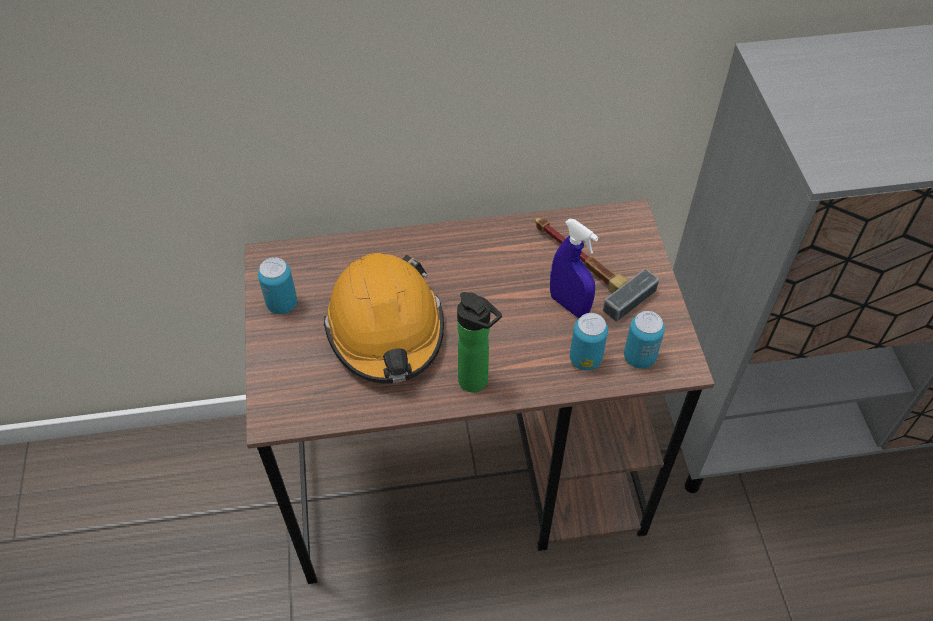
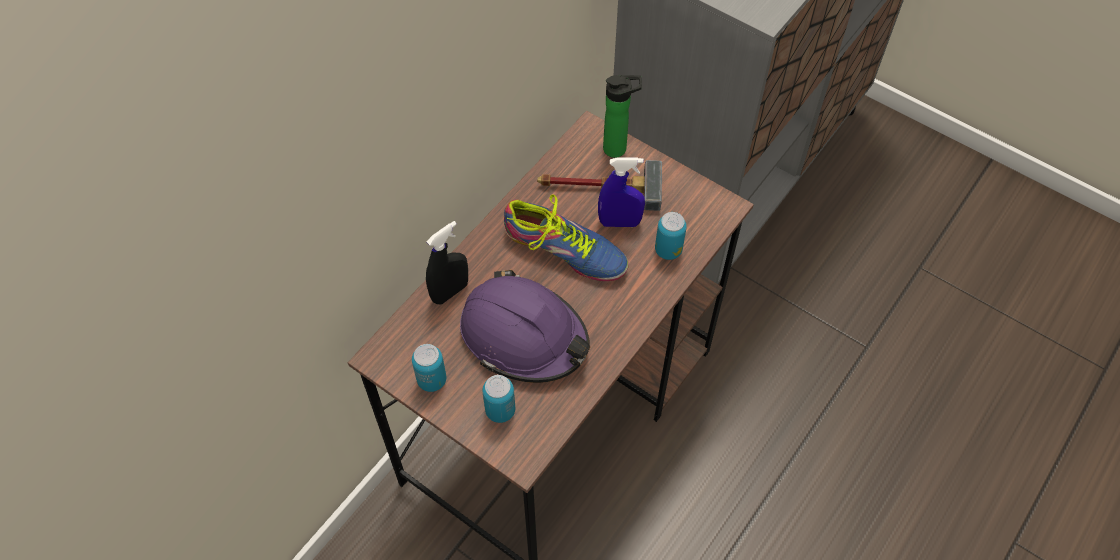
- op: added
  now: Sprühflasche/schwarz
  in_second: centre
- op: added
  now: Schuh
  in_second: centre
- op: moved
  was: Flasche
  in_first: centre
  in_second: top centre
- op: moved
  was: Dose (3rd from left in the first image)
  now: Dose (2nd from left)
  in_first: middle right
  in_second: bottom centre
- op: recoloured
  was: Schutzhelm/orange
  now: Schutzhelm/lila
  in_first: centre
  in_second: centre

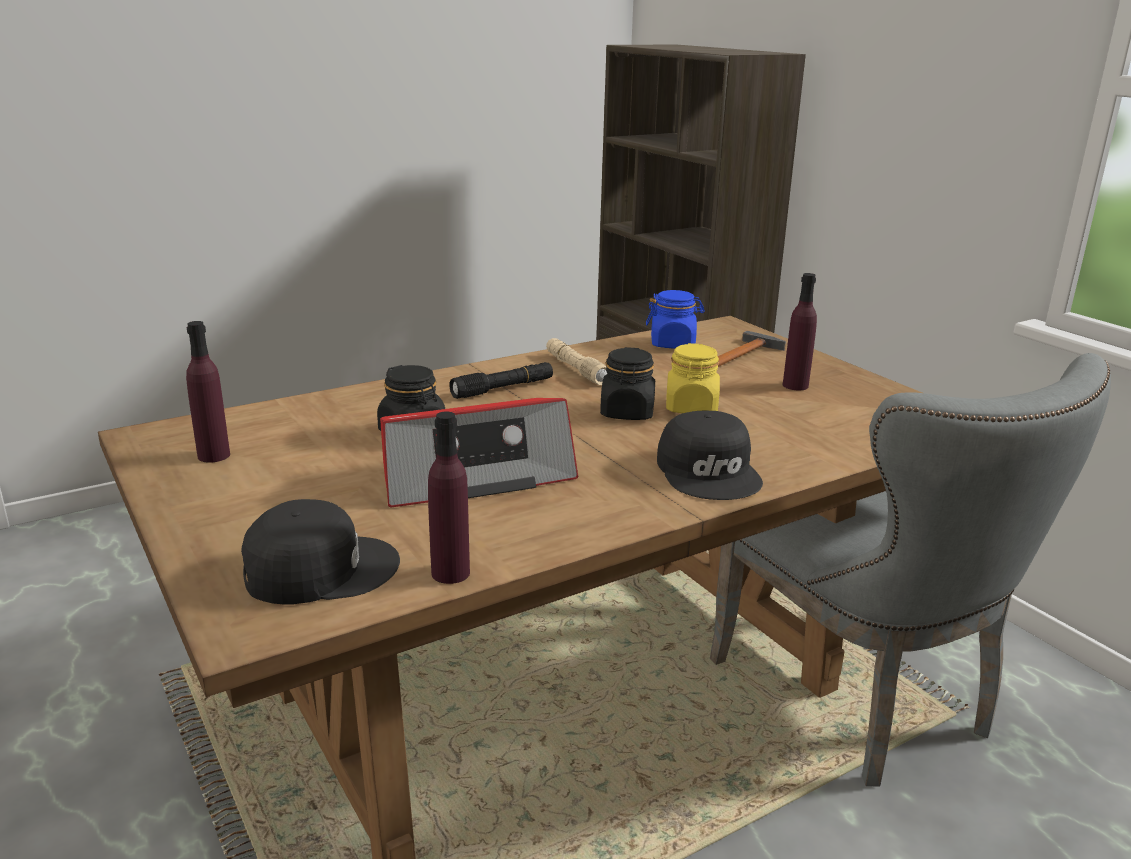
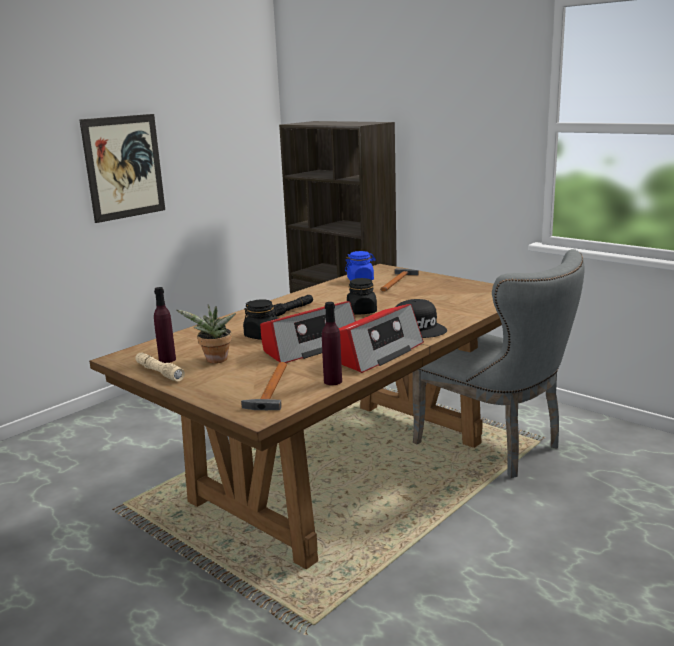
- op: removed
  was: Vorratsglas/gelb
  in_first: centre
- op: removed
  was: Flasche/lila (3rd from left)
  in_first: middle right
- op: added
  now: Bild
  in_second: top left
- op: added
  now: Topfpflanze
  in_second: middle left
- op: added
  now: Radio (2nd from left)
  in_second: centre
- op: moved
  was: Taschenlampe/beige
  in_first: centre
  in_second: middle left
- op: replaced
  was: Kappe/schwarz (1st from left)
  now: Hammer (1st from left)
  in_first: middle left
  in_second: centre

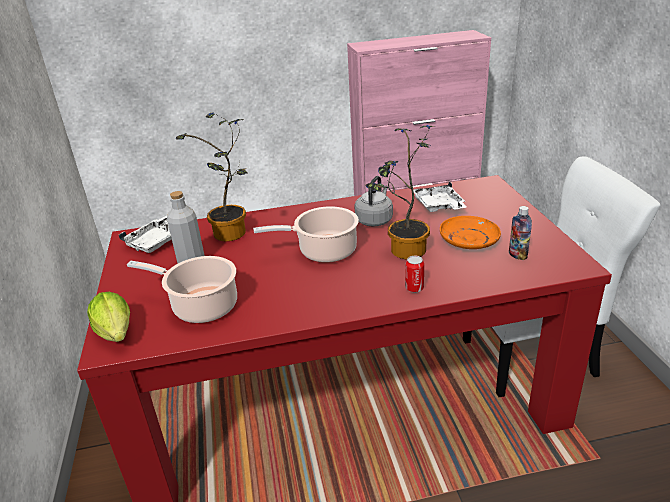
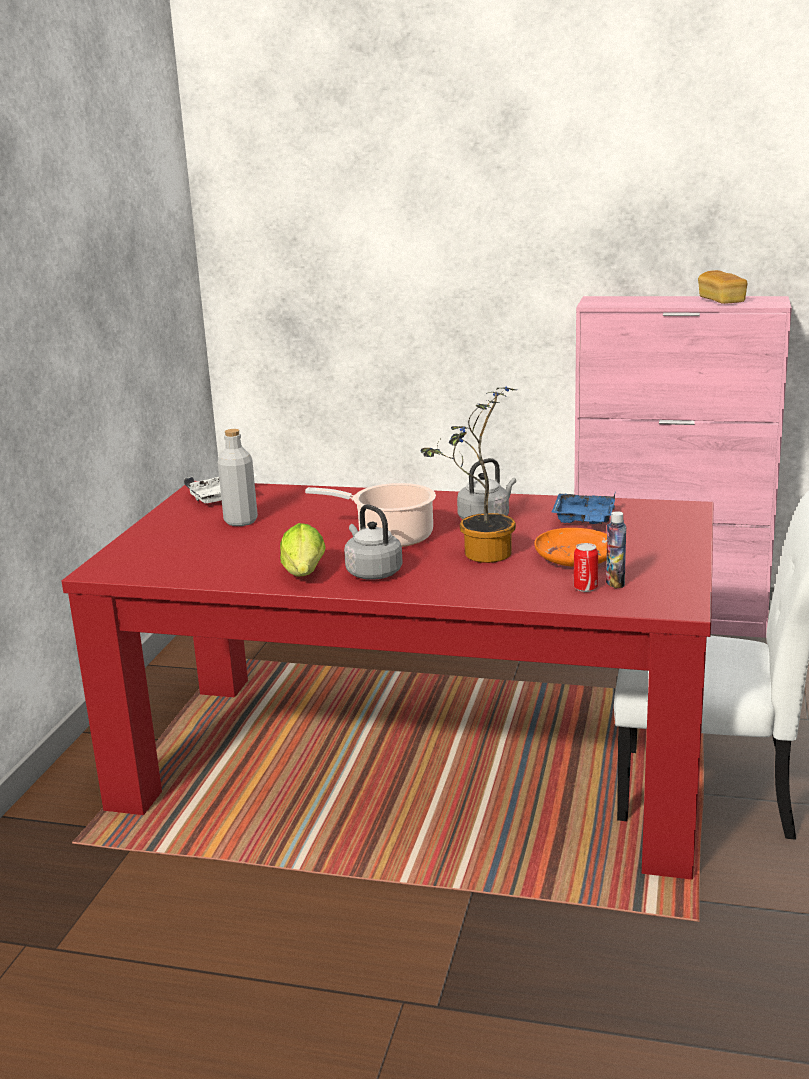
- op: removed
  was: Kochtopf (1st from left)
  in_first: middle left
- op: removed
  was: Topfpflanze (1st from left)
  in_first: middle left
- op: added
  now: Wasserkessel/grau (1st from left)
  in_second: centre
- op: added
  now: Brot
  in_second: top right
- op: moved
  was: Salatkopf
  in_first: middle left
  in_second: centre
- op: moved
  was: Dose
  in_first: centre
  in_second: middle right
- op: recoloured
  was: Tablett/weiß (2nd from left)
  now: Tablett/blau
  in_first: centre
  in_second: middle right

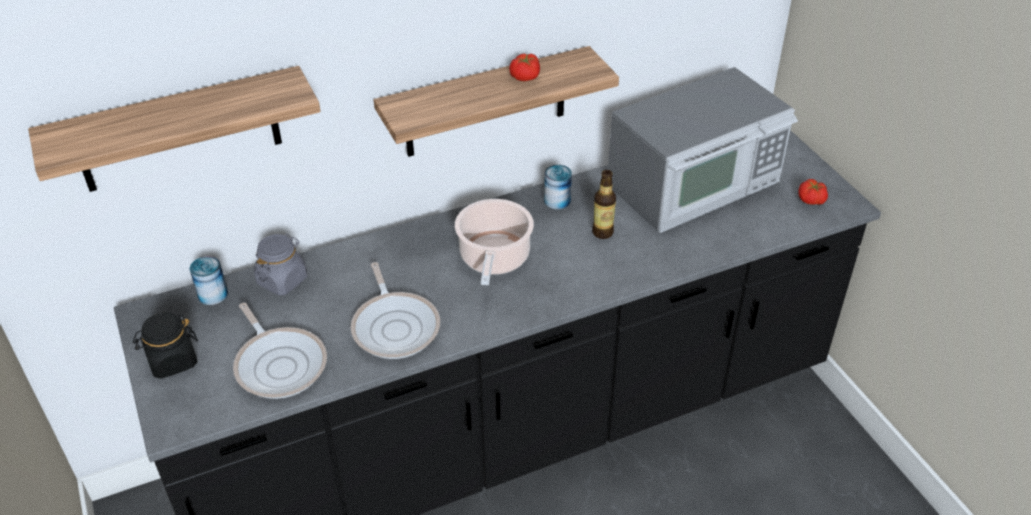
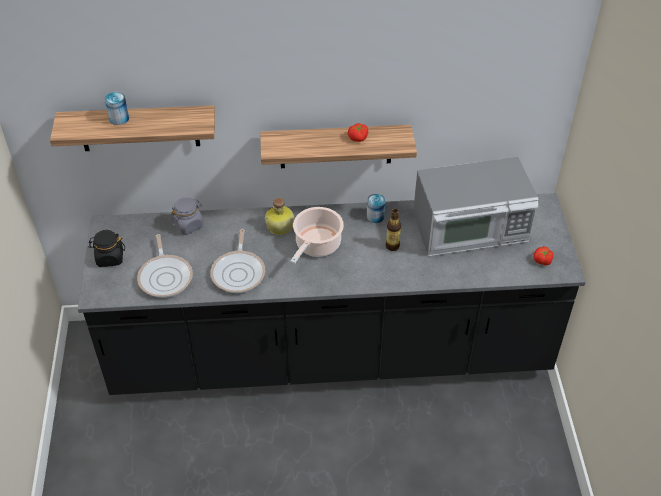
- op: added
  now: Flasche (1st from left)
  in_second: centre
- op: moved
  was: Dose (1st from left)
  in_first: middle left
  in_second: top left

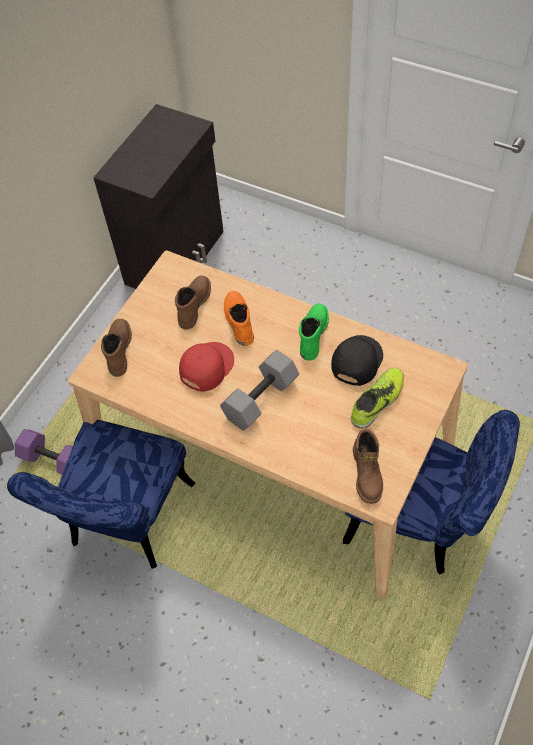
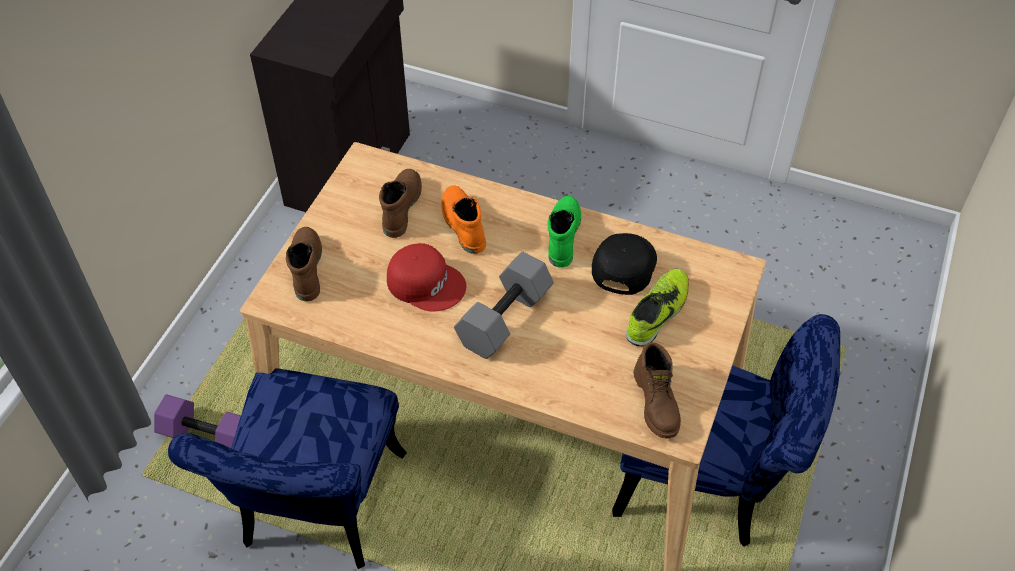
- op: turned
  was: Kappe/rot
  in_first: centre
  in_second: centre
  clockwise: 90

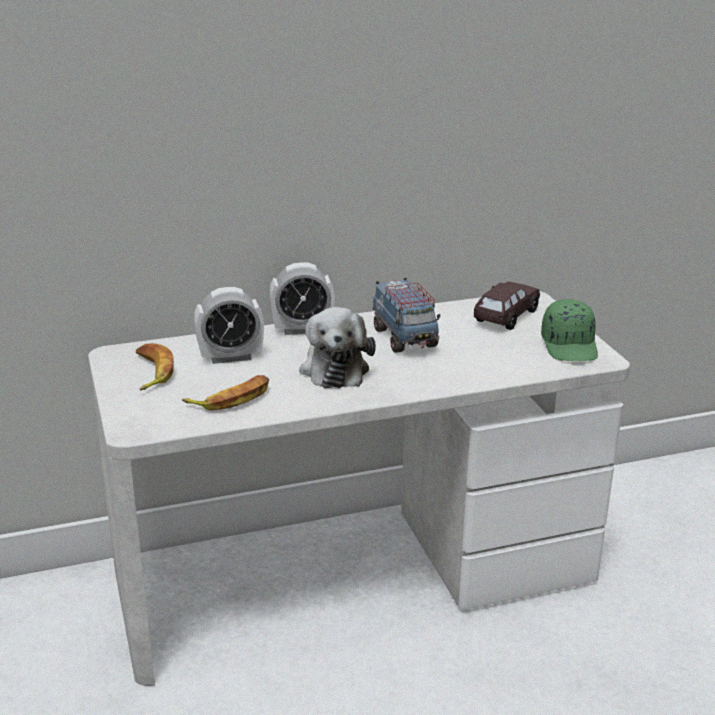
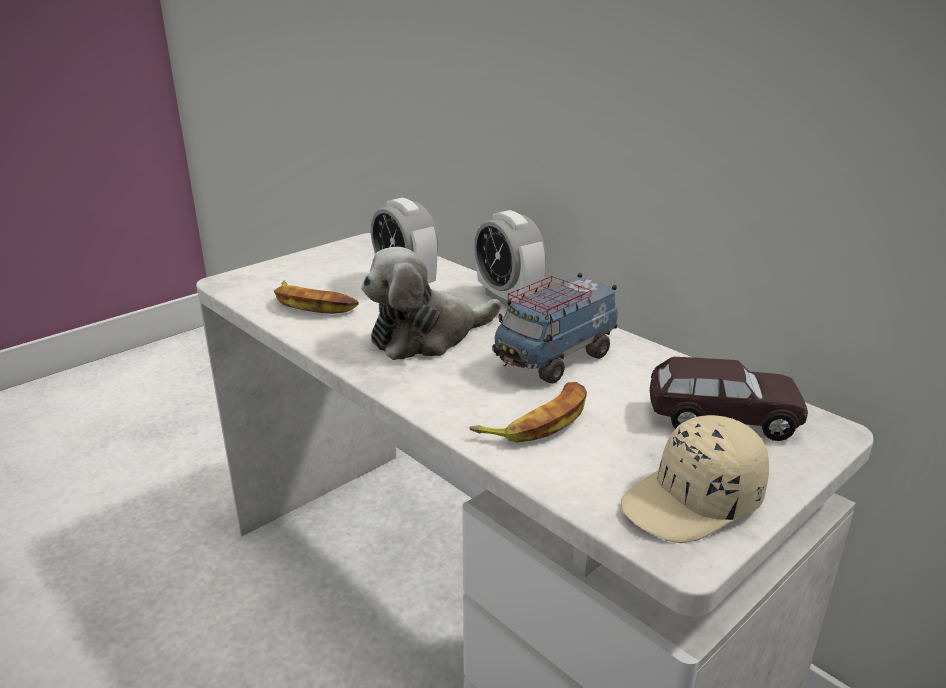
- op: moved
  was: Banane (1st from left in the first image)
  now: Banane (2nd from left)
  in_first: middle left
  in_second: centre
- op: recoloured
  was: Kappe/grün
  now: Kappe/beige
  in_first: middle right
  in_second: bottom right

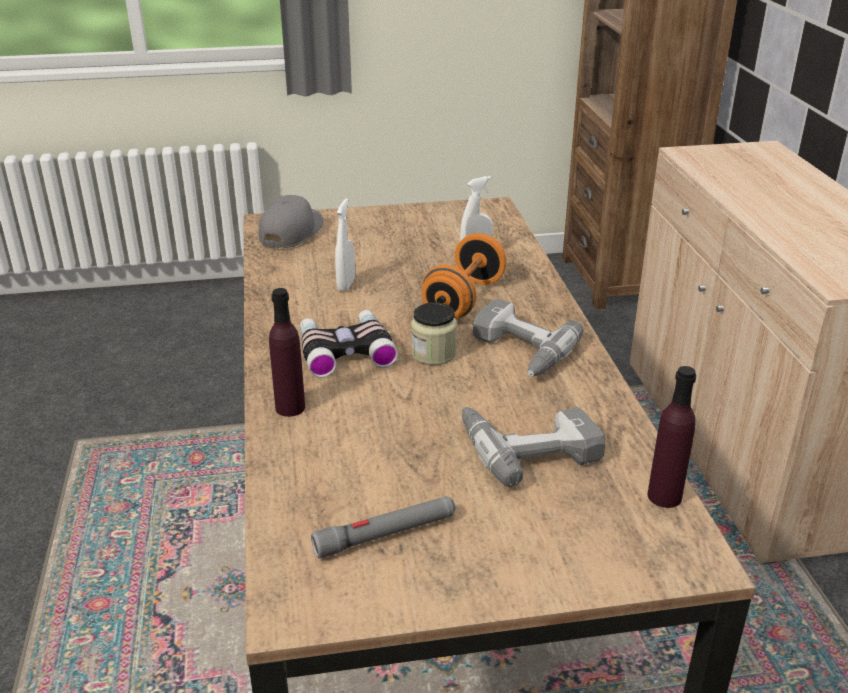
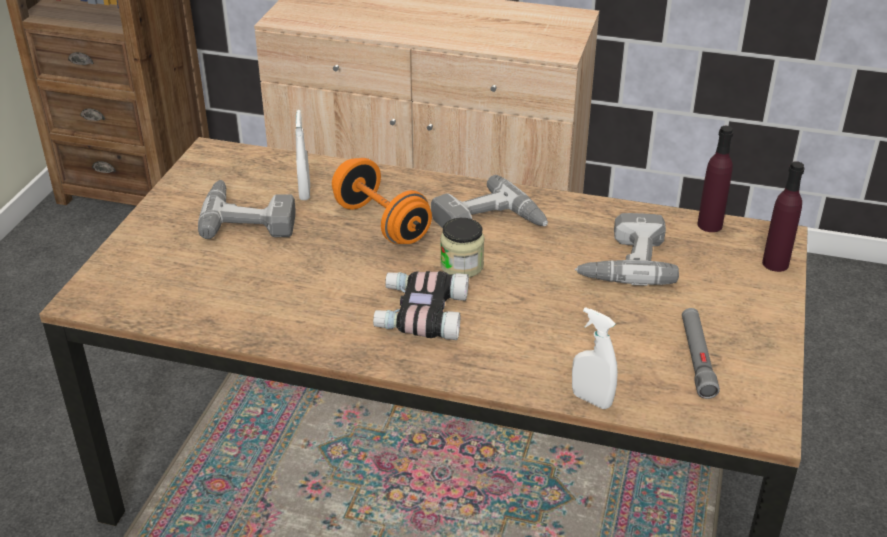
- op: removed
  was: Kappe/grau
  in_first: top centre
- op: added
  now: Bohrmaschine (1st from left)
  in_second: middle left
- op: moved
  was: Flasche/lila (1st from left in the first image)
  now: Flasche/lila (2nd from left)
  in_first: centre
  in_second: middle right
- op: moved
  was: Sprühflasche/weiß (1st from left in the first image)
  now: Sprühflasche/weiß (2nd from left)
  in_first: centre
  in_second: bottom right

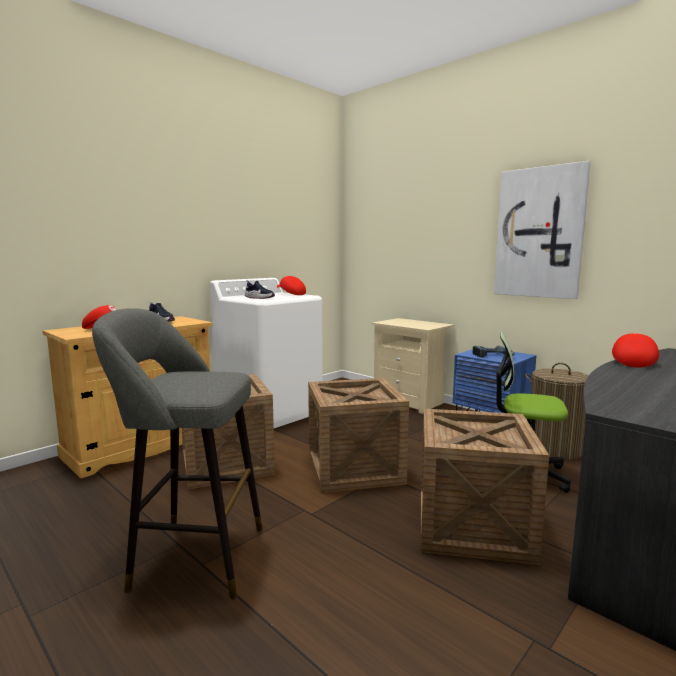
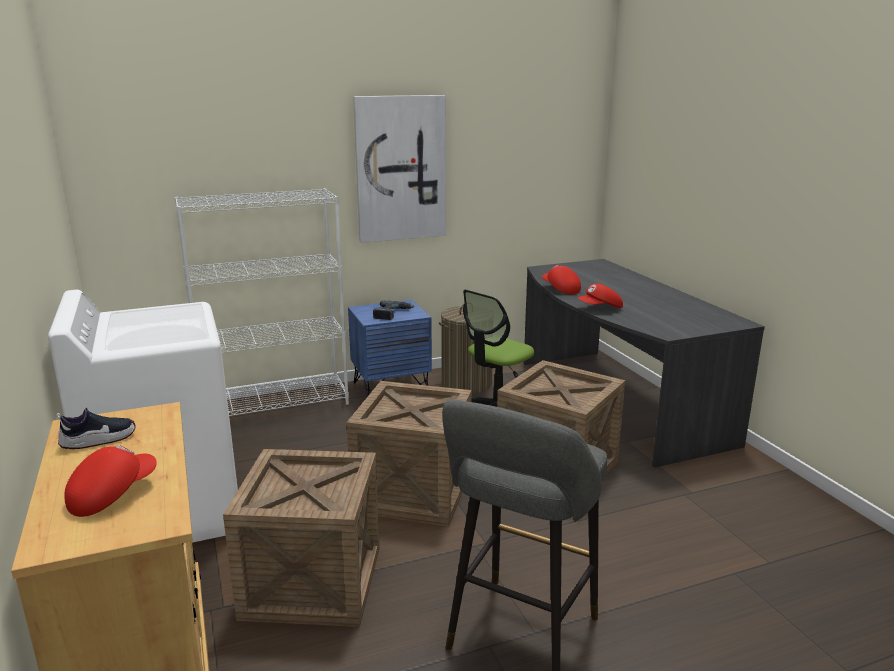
- op: removed
  was: Schuh (2nd from left)
  in_first: centre
- op: moved
  was: Kappe/rot (2nd from left in the first image)
  now: Kappe/rot (3rd from left)
  in_first: centre
  in_second: middle right
- op: replaced
  was: Nachttisch/beige
  now: Bücherregal/weiß
  in_first: centre
  in_second: middle left

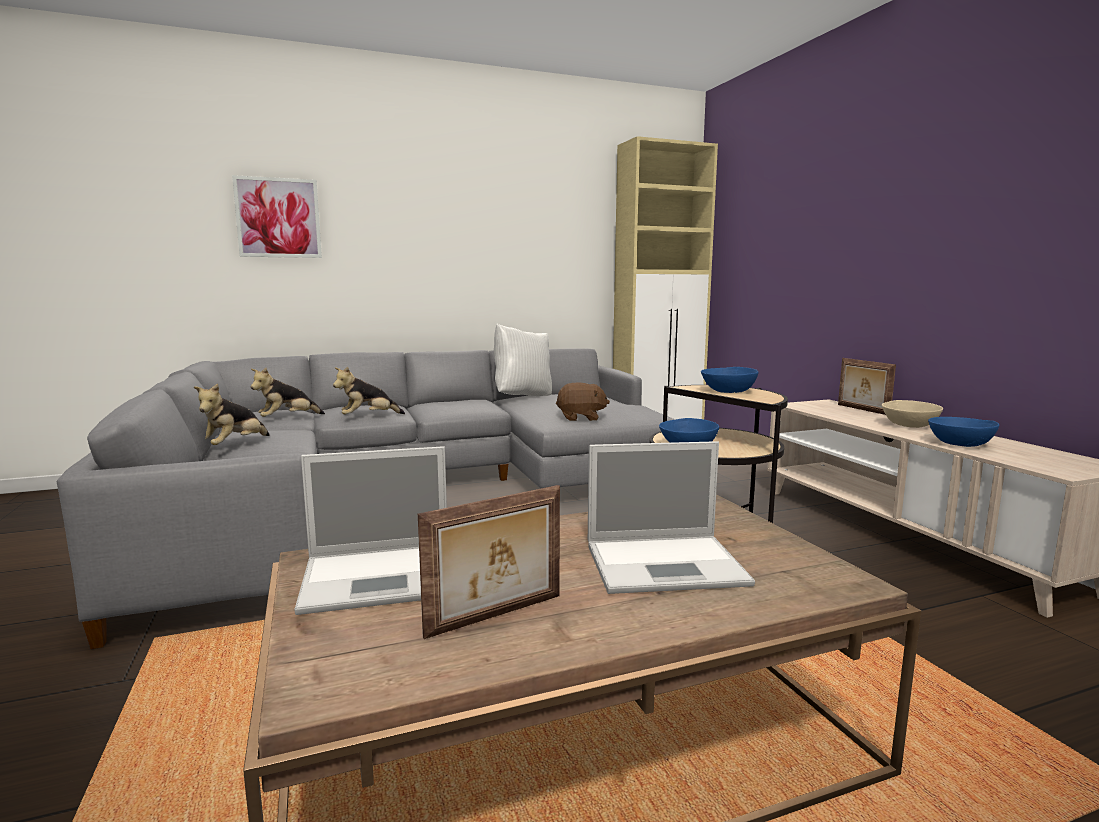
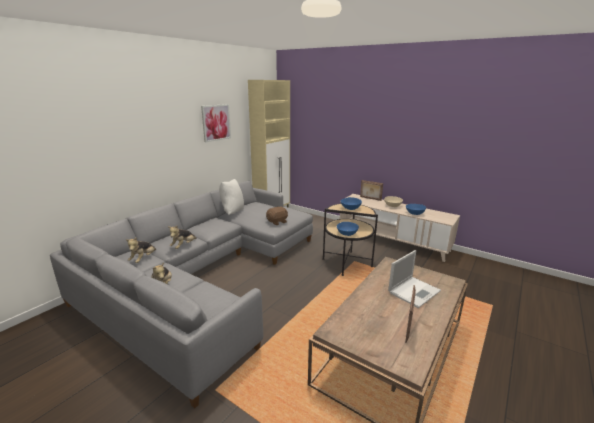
- op: removed
  was: Laptop (1st from left)
  in_first: centre
- op: moved
  was: Bild
  in_first: top left
  in_second: top centre

